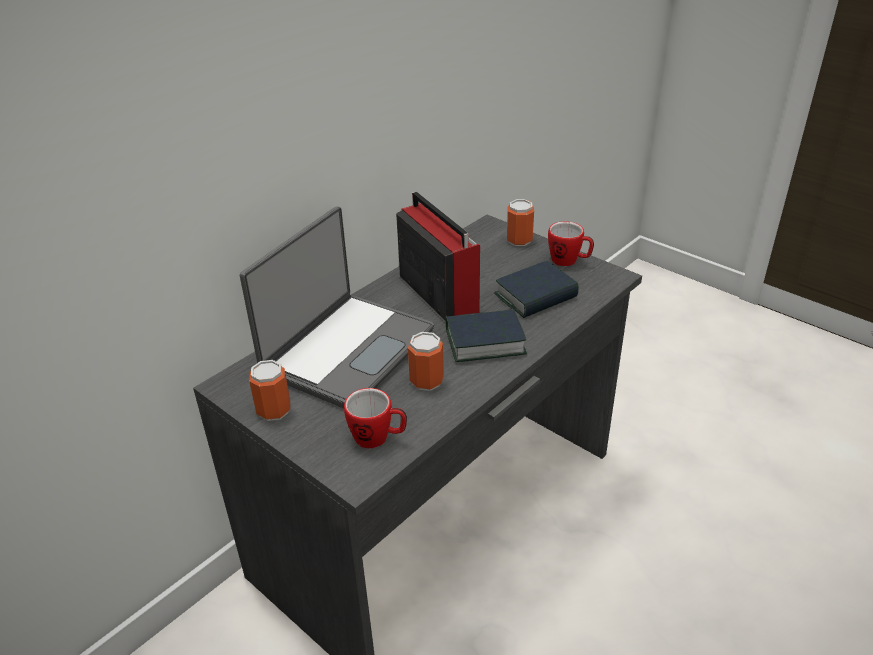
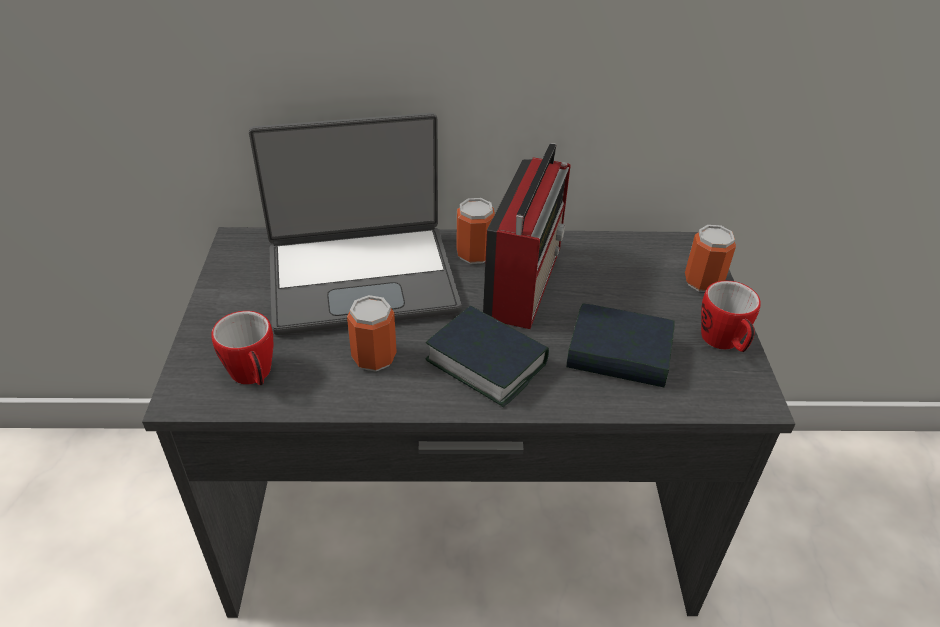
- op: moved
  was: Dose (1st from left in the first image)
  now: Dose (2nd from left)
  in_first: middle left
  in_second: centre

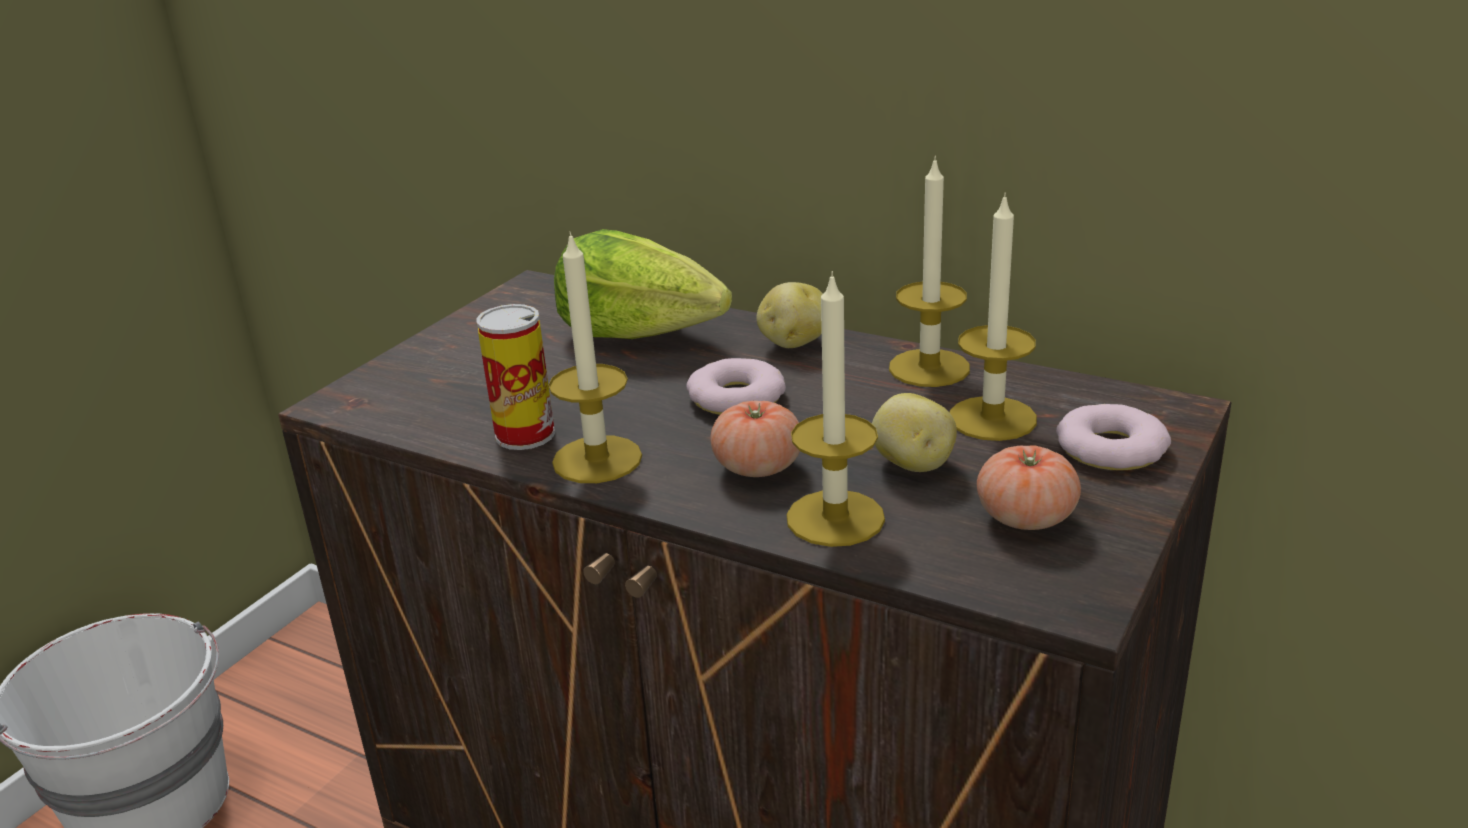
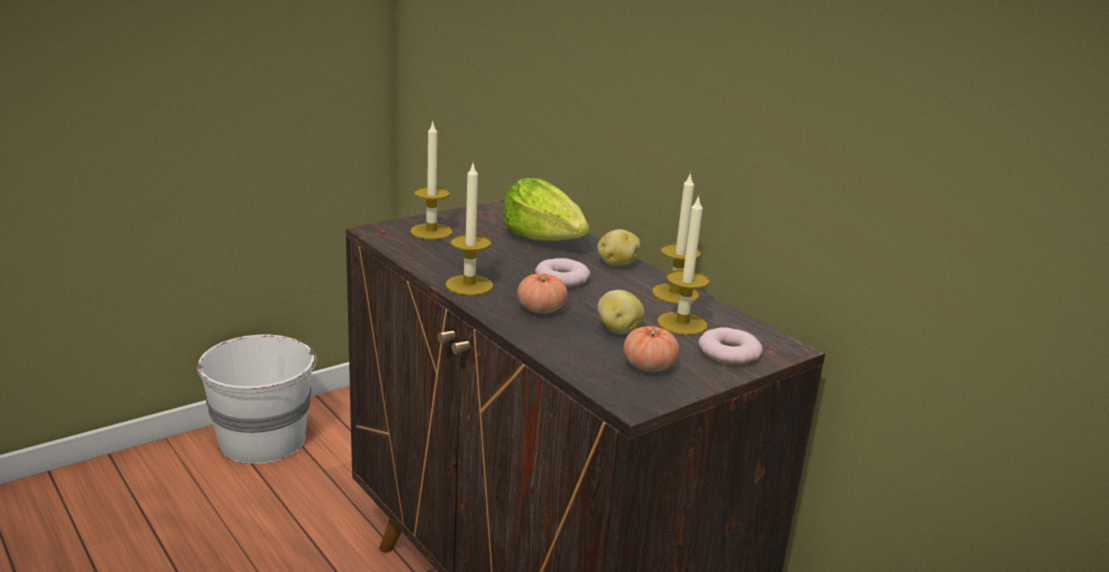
- op: removed
  was: Dose
  in_first: centre
- op: moved
  was: Kerze (2nd from left in the first image)
  now: Kerze (1st from left)
  in_first: centre
  in_second: top centre

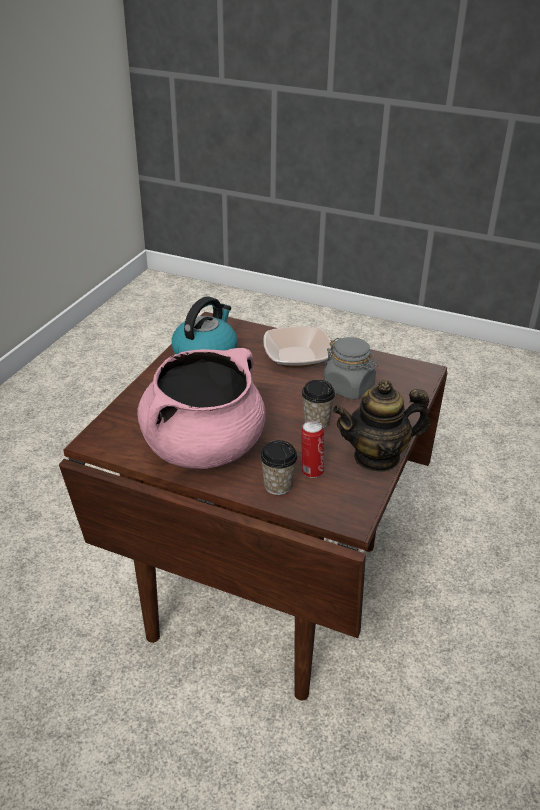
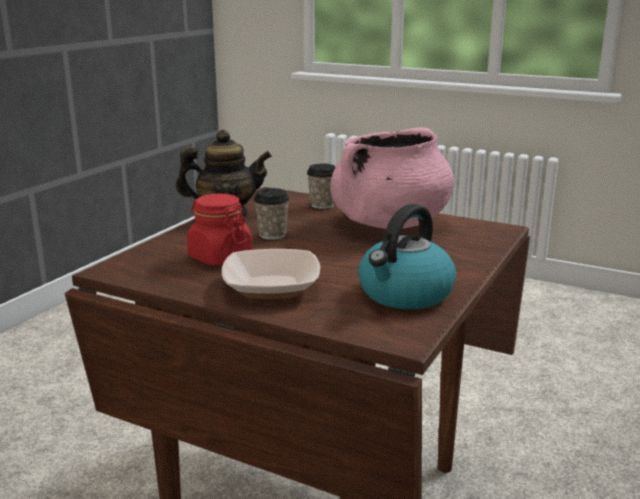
- op: removed
  was: Dose
  in_first: centre
- op: recoloured
  was: Vorratsglas/grau
  now: Vorratsglas/rot
  in_first: centre
  in_second: centre

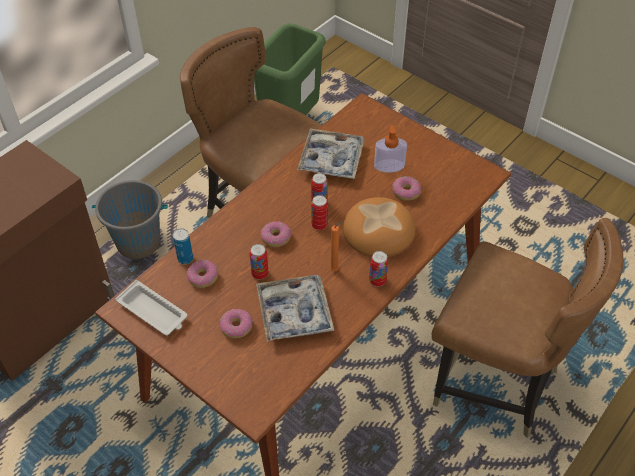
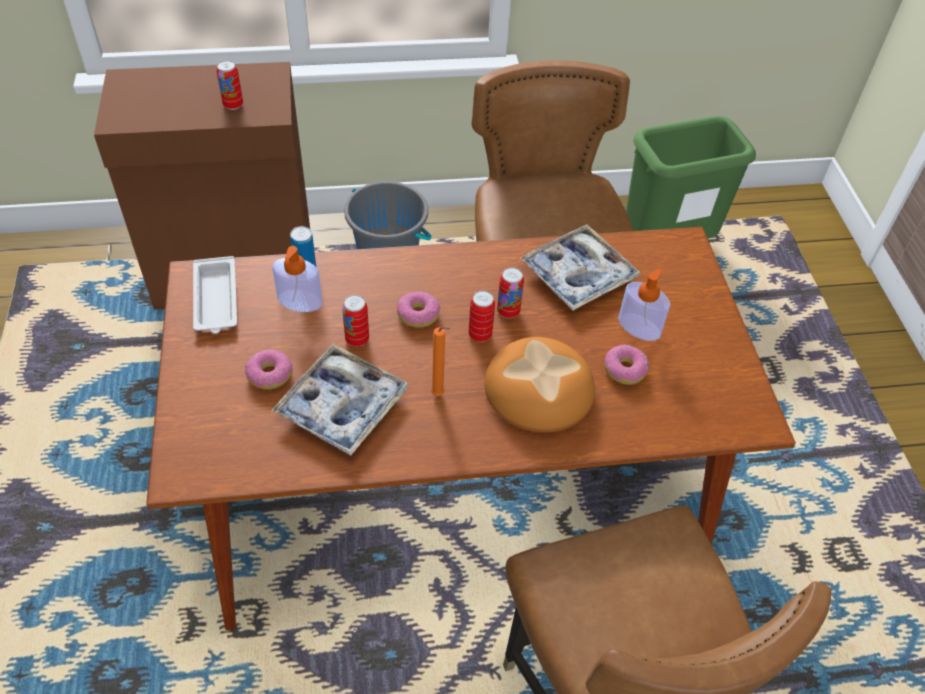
- op: moved
  was: Dose (5th from left in the first image)
  now: Dose (1st from left)
  in_first: centre
  in_second: top left
- op: replaced
  was: Donut (1st from left)
  now: Seifenspender (1st from left)
  in_first: middle left
  in_second: middle left

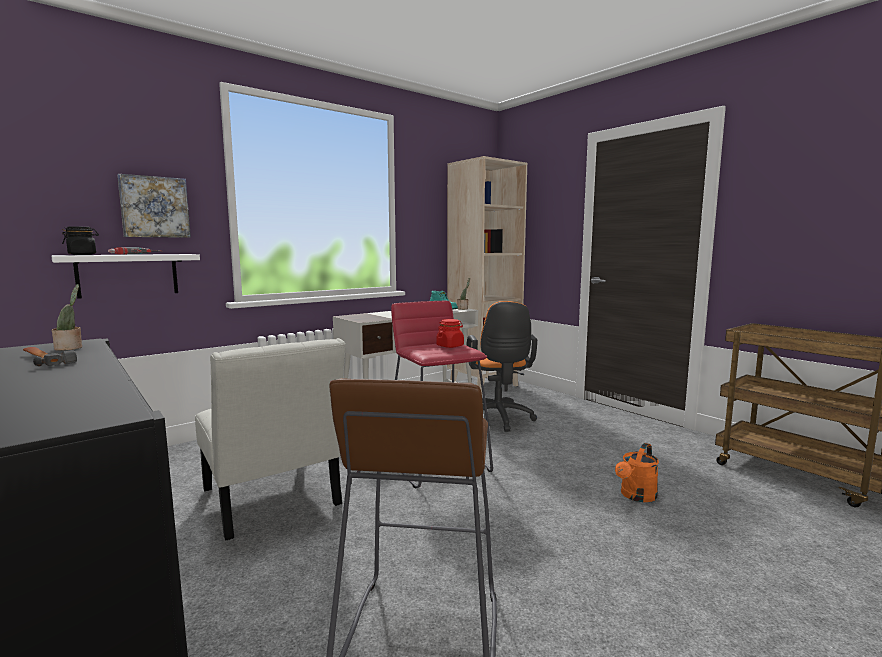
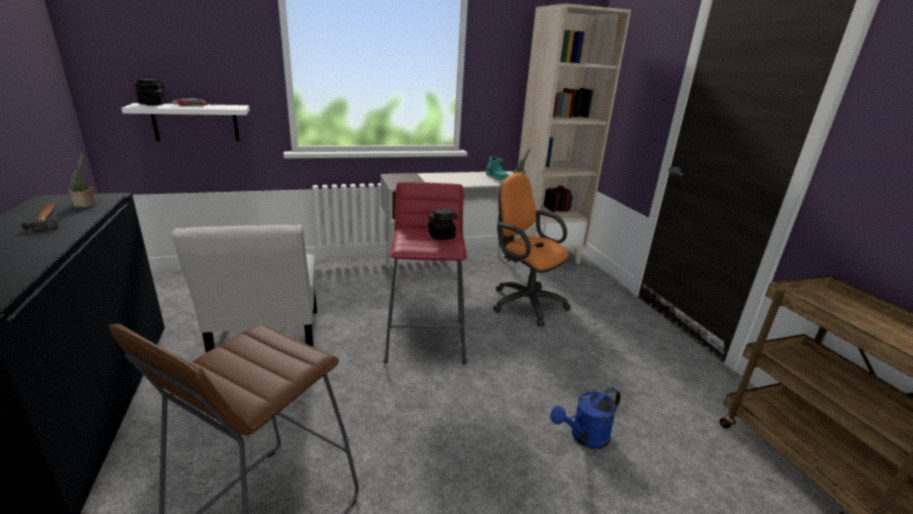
- op: removed
  was: Bild
  in_first: top left
- op: recoloured
  was: Vorratsglas/rot
  now: Vorratsglas/schwarz (2nd from left)
  in_first: centre
  in_second: centre
- op: recoloured
  was: Gießkanne/orange
  now: Gießkanne/blau
  in_first: bottom right
  in_second: bottom centre
- op: turned
  was: Bürostuhl/orange
  in_first: centre
  in_second: centre
  clockwise: 120

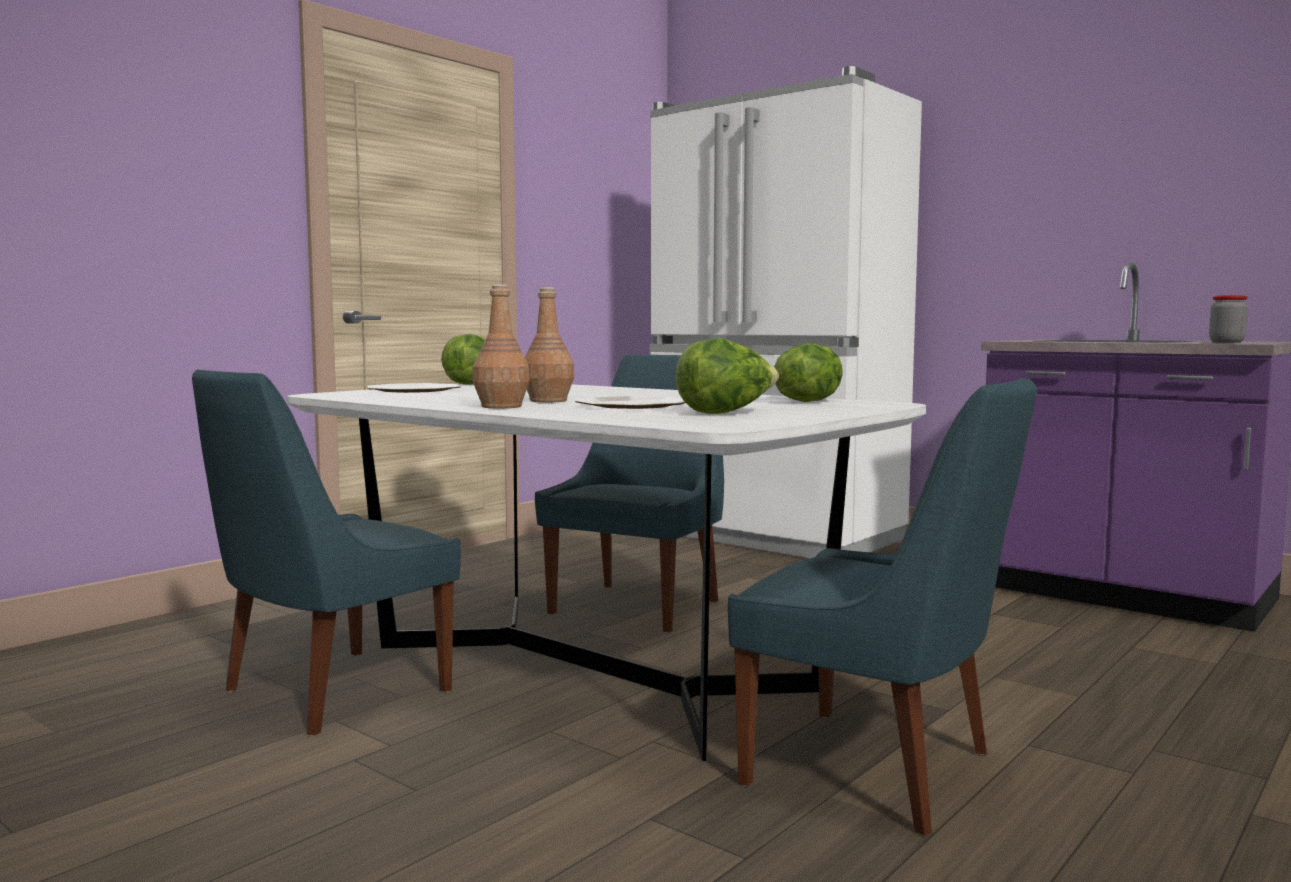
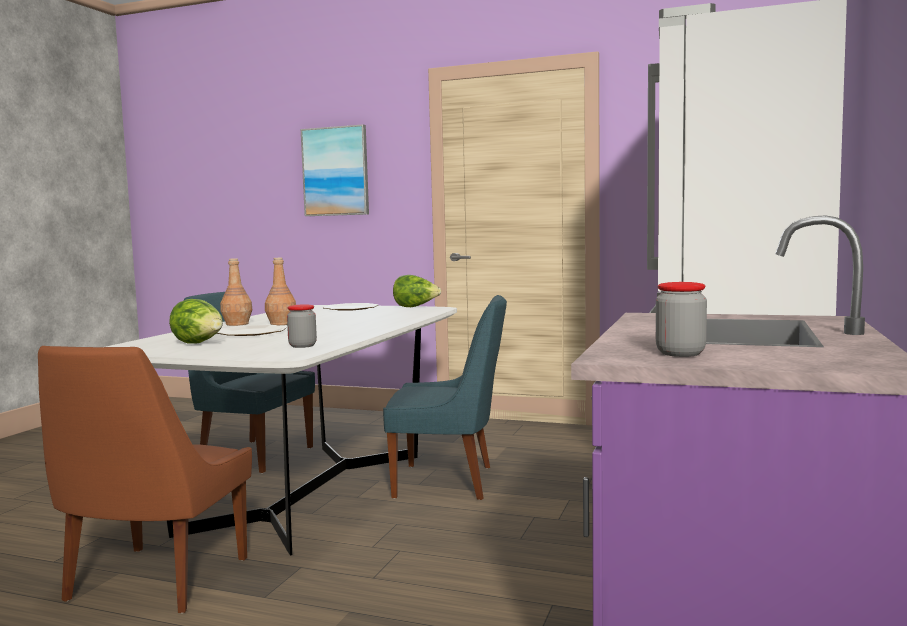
- op: added
  now: Bild
  in_second: top centre
- op: replaced
  was: Salatkopf (3rd from left)
  now: Vorratsglas (1st from left)
  in_first: centre
  in_second: middle left
- op: recoloured
  was: Stuhl/blau (3rd from left)
  now: Stuhl/braun
  in_first: bottom right
  in_second: bottom left

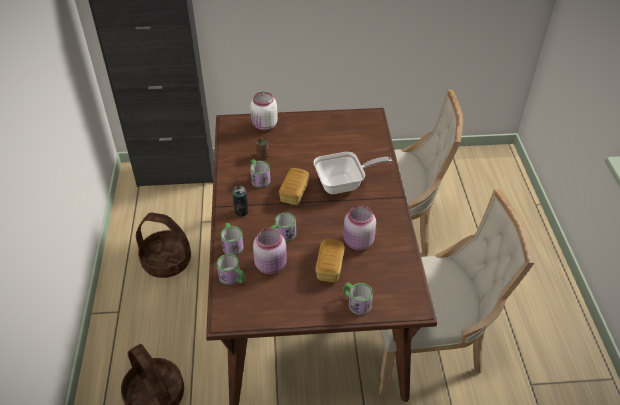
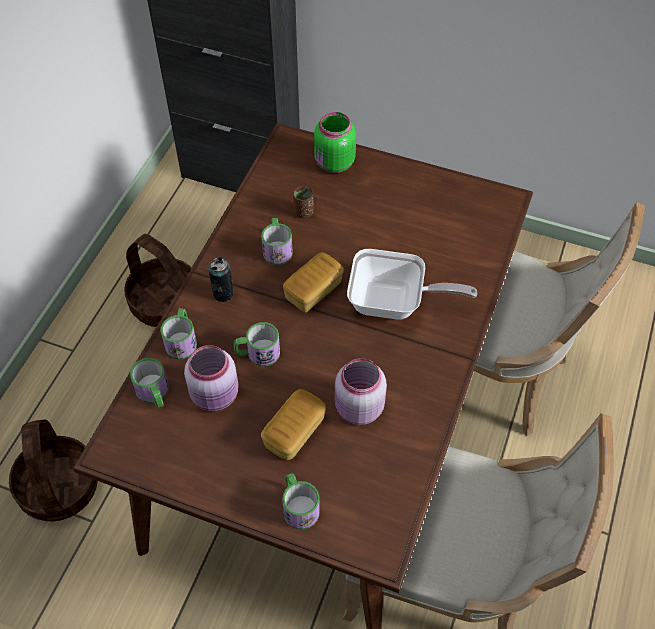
- op: recoloured
  was: Vorratsglas/weiß
  now: Vorratsglas/grün
  in_first: top centre
  in_second: top centre

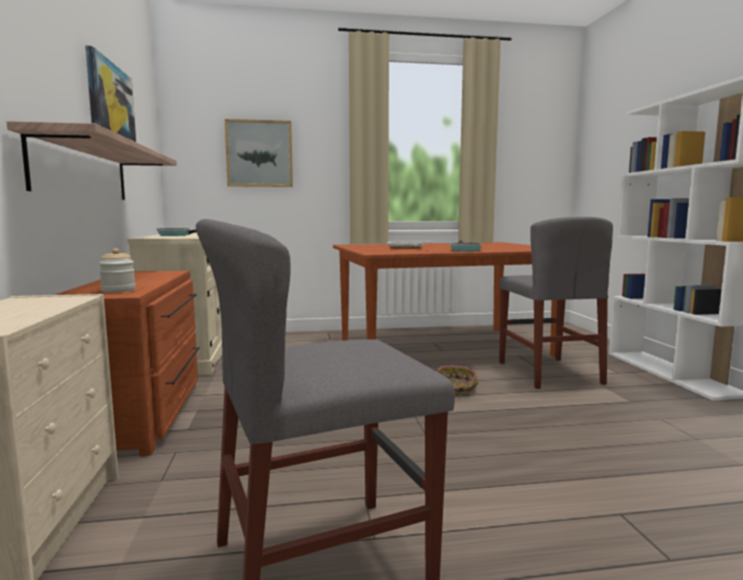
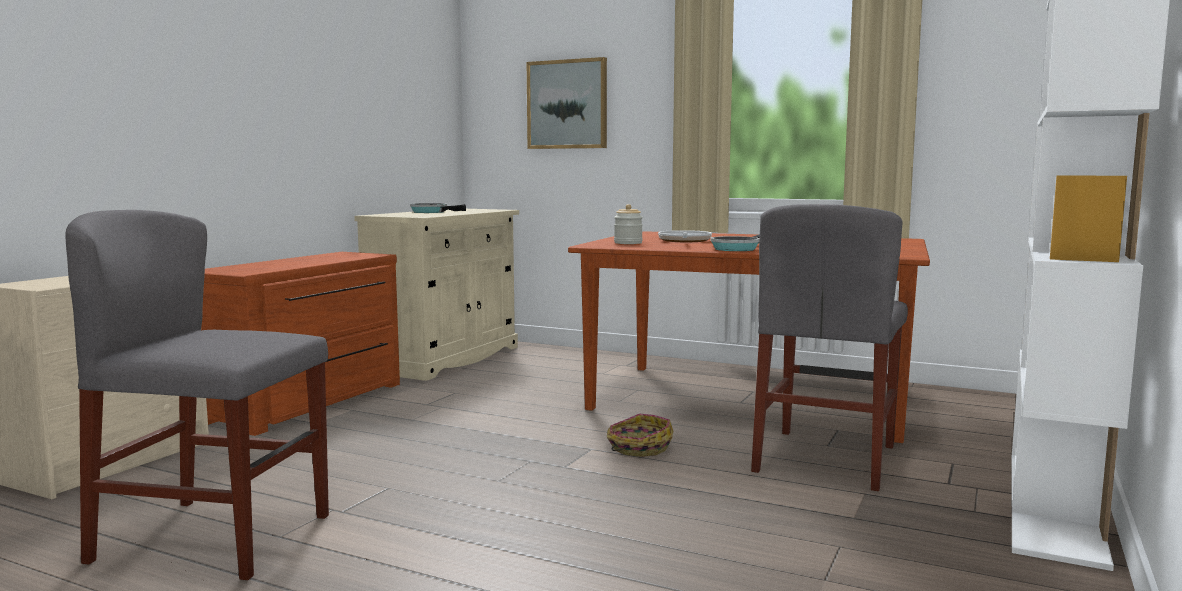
- op: removed
  was: Wandregal
  in_first: top left
- op: removed
  was: Bild (1st from left)
  in_first: top left
- op: moved
  was: Vorratsglas
  in_first: middle left
  in_second: centre

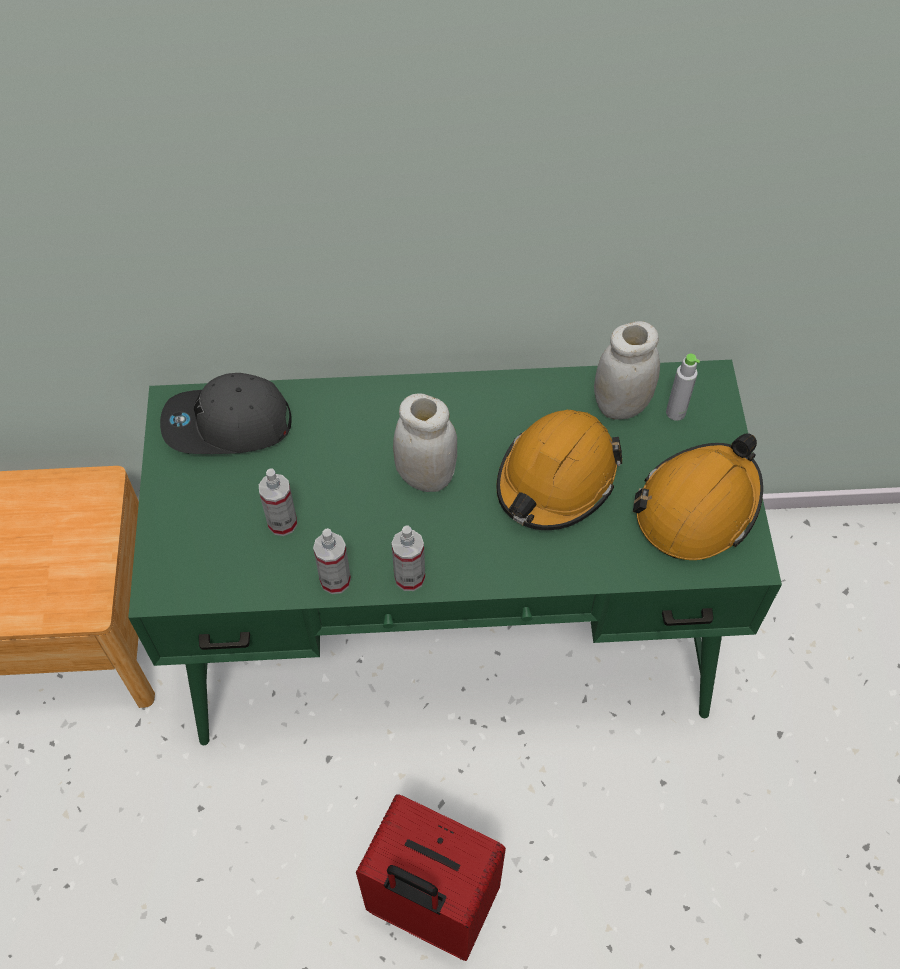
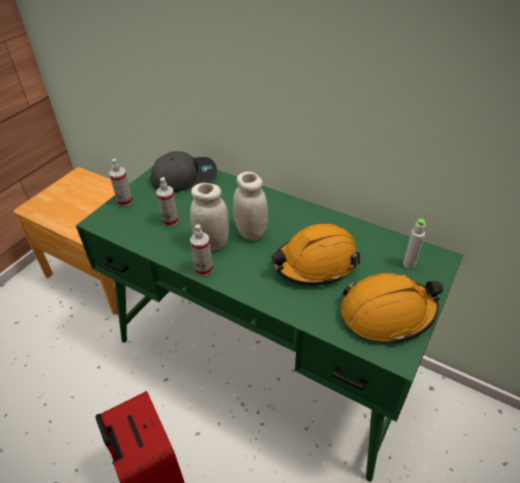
- op: moved
  was: Sprühflasche (2nd from left in the first image)
  now: Sprühflasche (1st from left)
  in_first: centre
  in_second: middle left
- op: moved
  was: Vorratsglas/weiß (2nd from left in the first image)
  now: Vorratsglas/weiß (1st from left)
  in_first: middle right
  in_second: centre
- op: turned
  was: Kappe/grau
  in_first: middle left
  in_second: centre
  clockwise: 135

